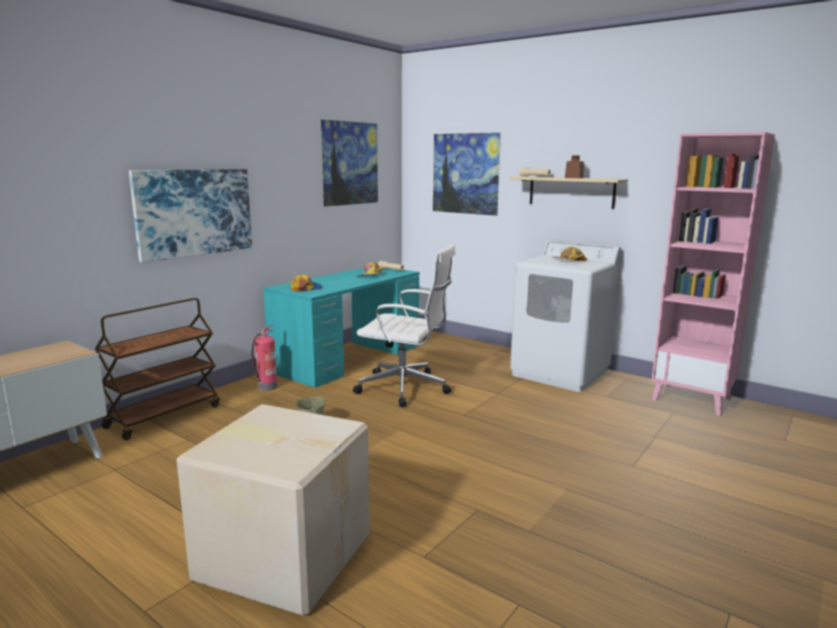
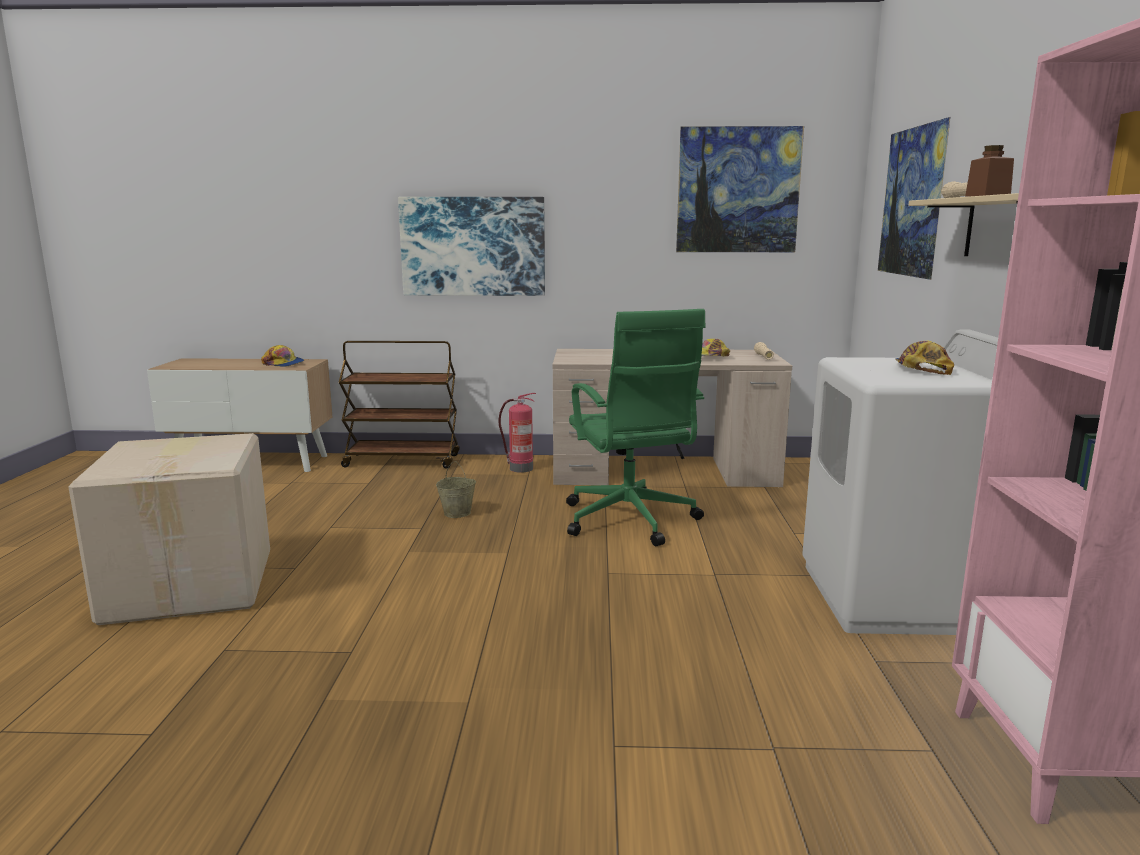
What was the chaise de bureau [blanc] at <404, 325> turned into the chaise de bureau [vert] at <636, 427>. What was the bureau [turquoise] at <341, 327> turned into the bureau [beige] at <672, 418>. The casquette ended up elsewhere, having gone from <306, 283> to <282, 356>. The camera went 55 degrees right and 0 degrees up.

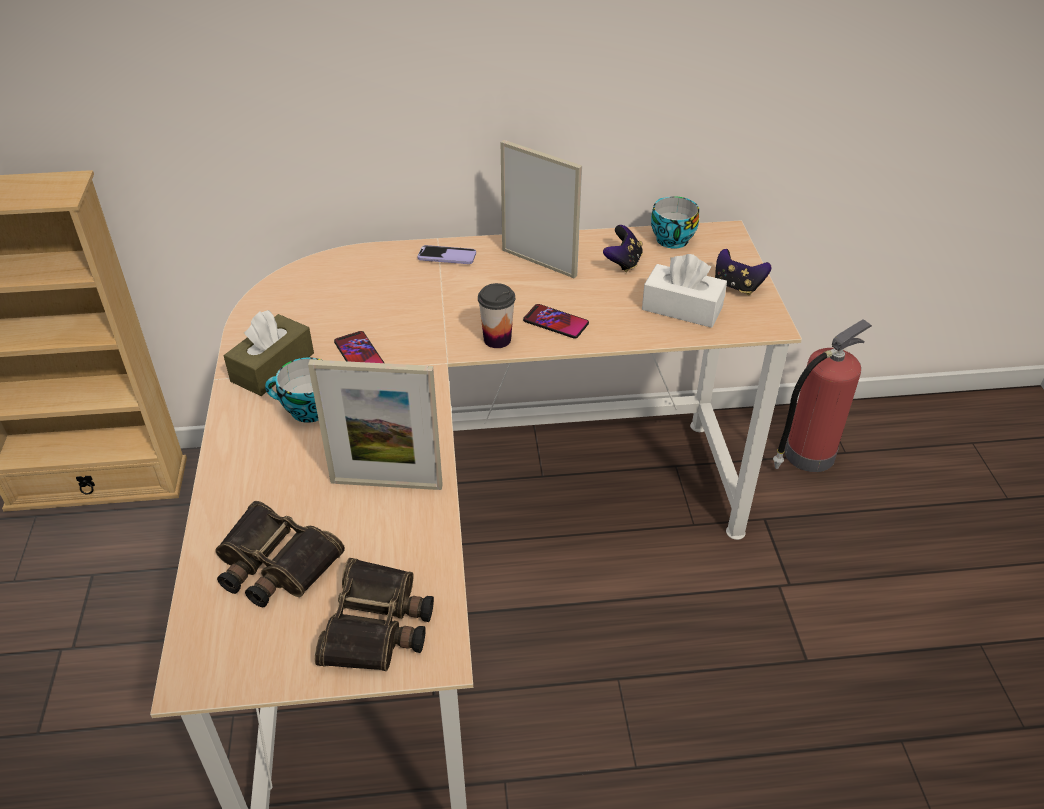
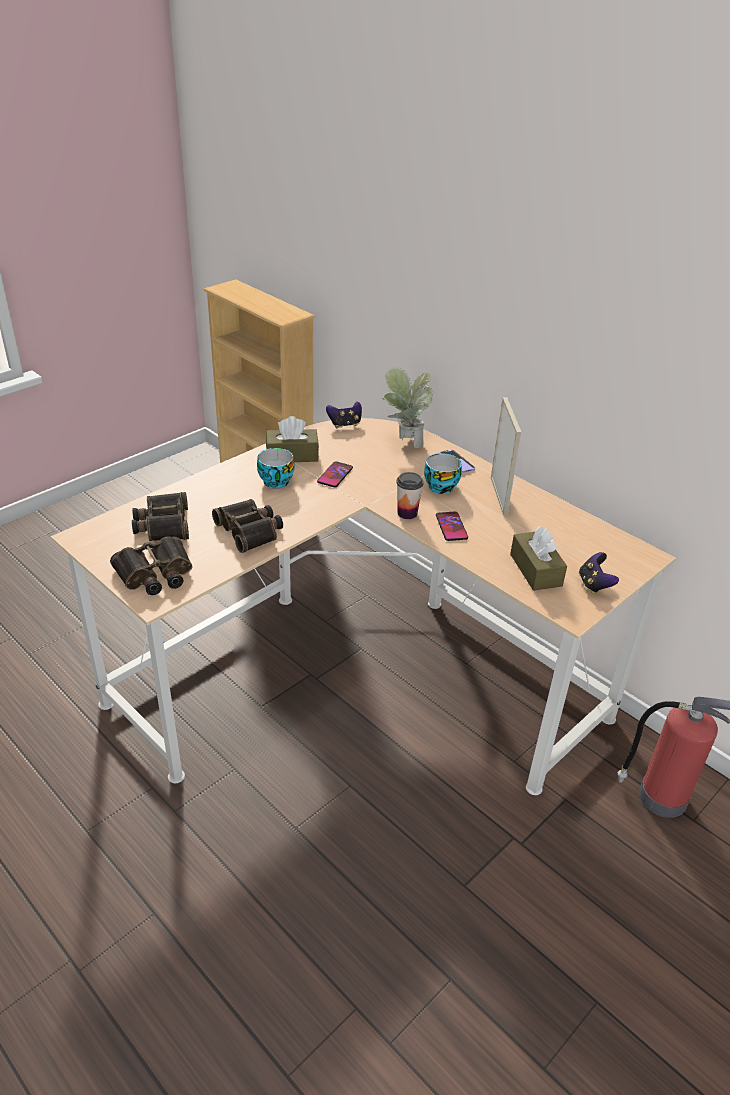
The tasse ended up elsewhere, having gone from <675, 222> to <443, 473>. The manette ended up elsewhere, having gone from <623, 249> to <344, 415>. What was the boîte à mouchoirs [blanc] at <684, 291> turned into the boîte à mouchoirs [marron] at <538, 558>. Where the cadre photo stood at <375, 424>, the jumelles came to stand at <247, 526>. The second view gained the plante en pot at <408, 407>. The camera went 50 degrees right and 5 degrees down.

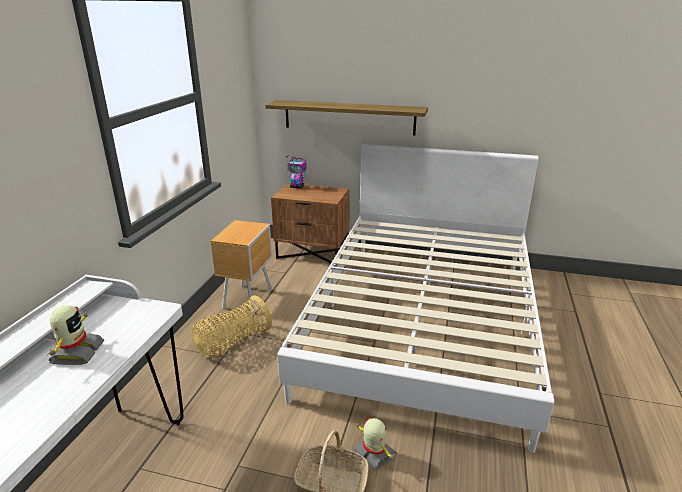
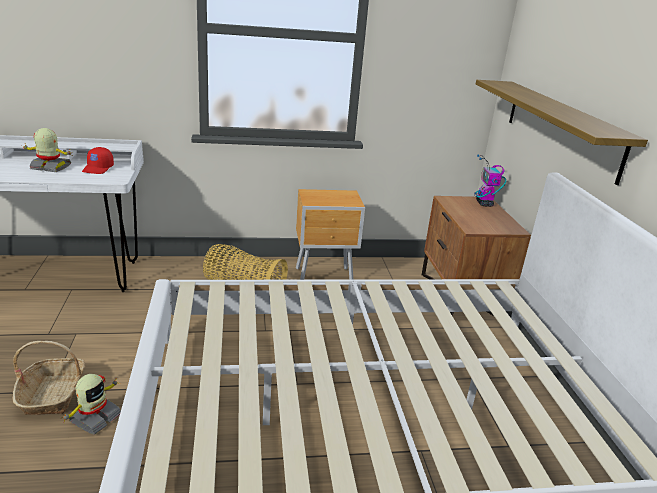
The robot jouet at <75, 335> ended up facing another way, 150 degrees counterclockwise from before. The second view gained the casquette [rouge] at <98, 160>. The camera went 65 degrees right and 0 degrees up.

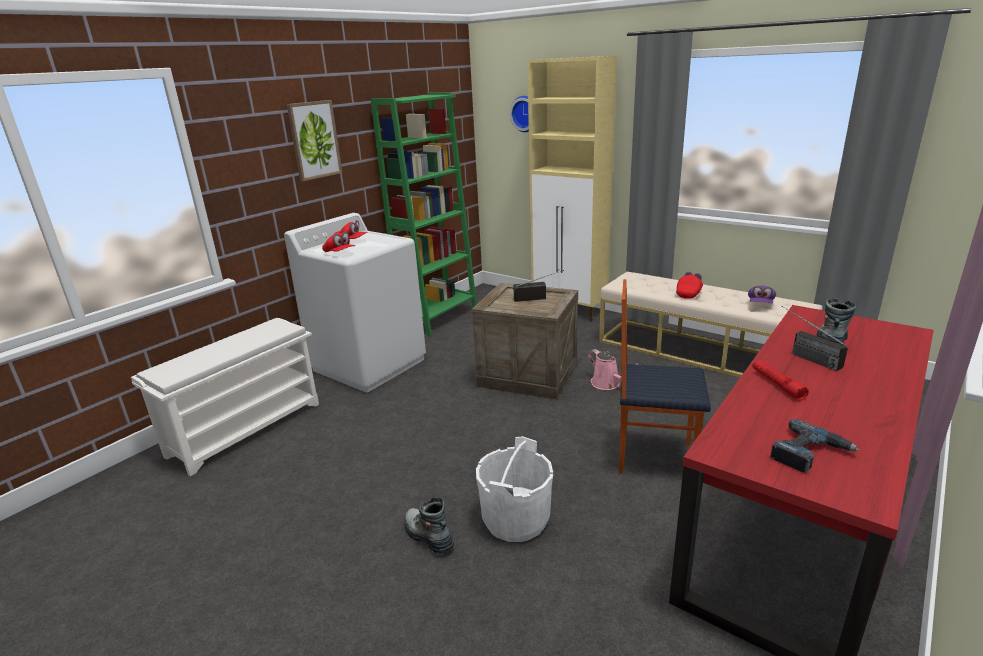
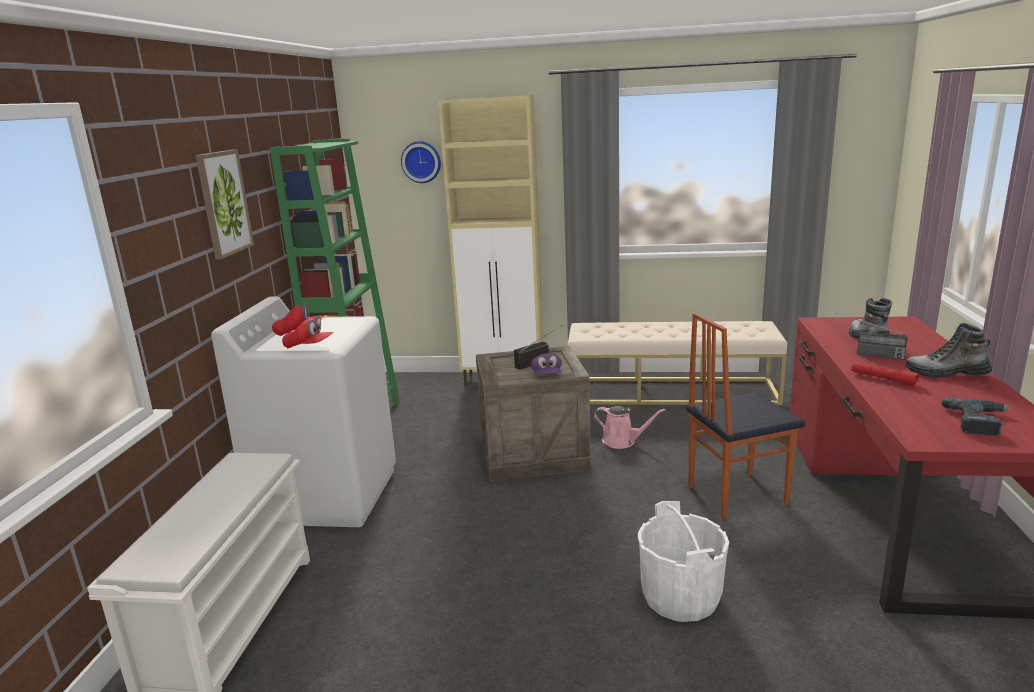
The second view lost the casquette [rouge] at <689, 285>. The casquette [violet] ended up elsewhere, having gone from <762, 294> to <546, 364>. The botte ended up elsewhere, having gone from <429, 525> to <948, 350>. The camera went 30 degrees left and 5 degrees down.

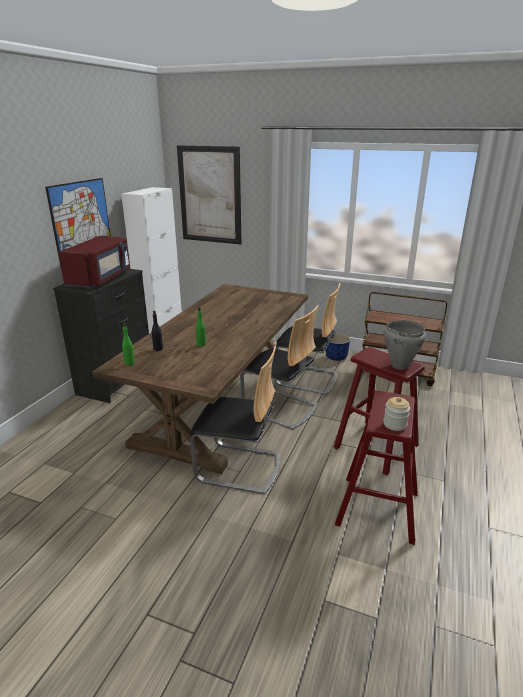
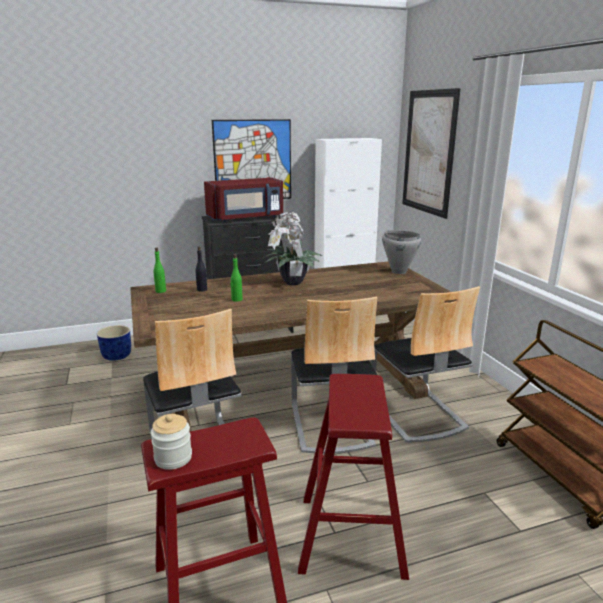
The marmite [gris] ended up elsewhere, having gone from <405, 345> to <401, 252>. The cache-pot [bleu] ended up elsewhere, having gone from <337, 347> to <114, 343>. The second view gained the plante en pot at <293, 248>. The camera went 50 degrees right and 5 degrees down.

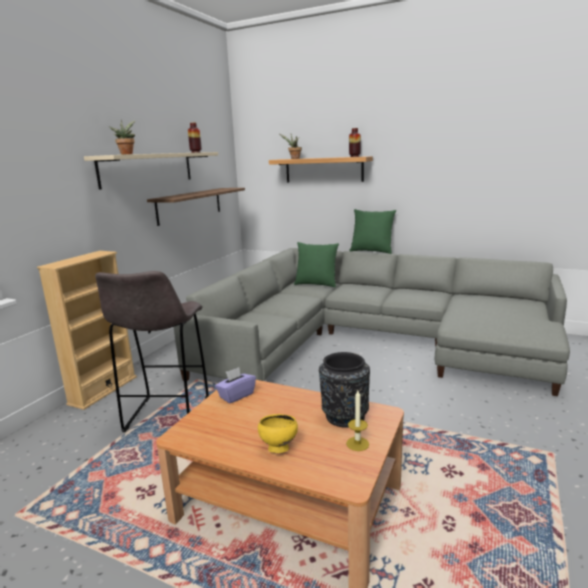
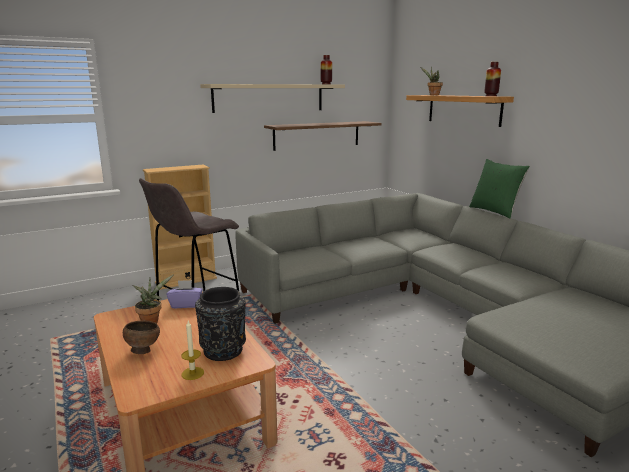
The plante en pot ended up elsewhere, having gone from <121, 137> to <152, 299>. The second view lost the coussin [vert] at <316, 264>. What was the bol [jaune] at <278, 433> turned into the bol [marron] at <141, 337>. The camera went 35 degrees right and 0 degrees up.

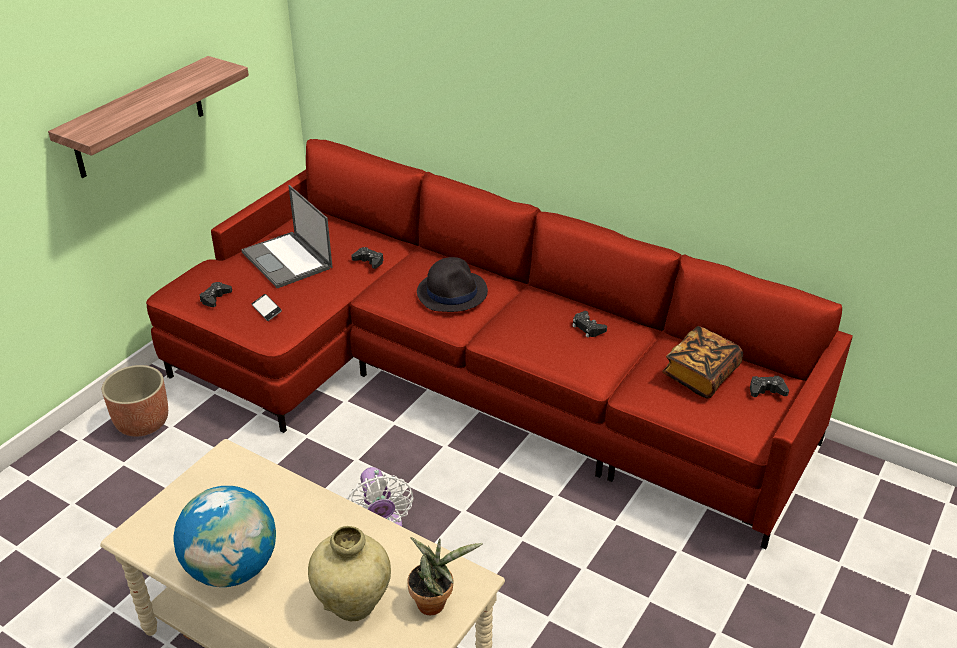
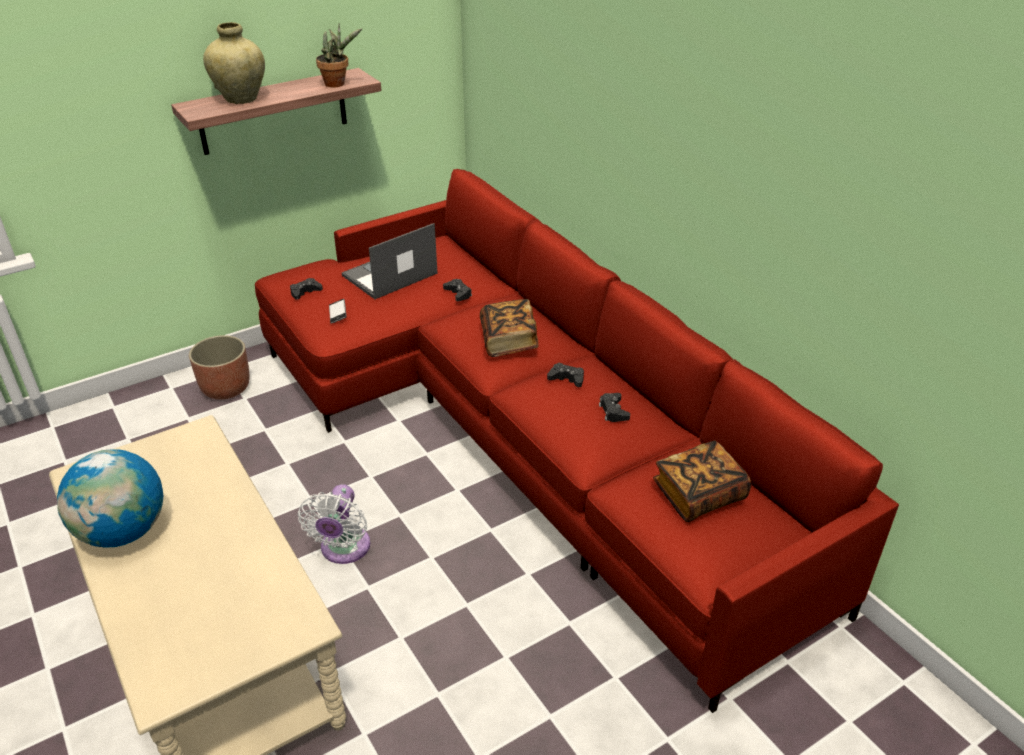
The ordinateur portable at <287, 236> ended up facing another way, 60 degrees clockwise from before. Where the chapeau [noir] stood at <452, 284>, the livre came to stand at <509, 328>. The manette [noir] ended up elsewhere, having gone from <769, 386> to <565, 375>. The vase [beige] ended up elsewhere, having gone from <349, 573> to <234, 63>. The plante en pot ended up elsewhere, having gone from <445, 576> to <339, 55>. The camera went 25 degrees right and 0 degrees up.

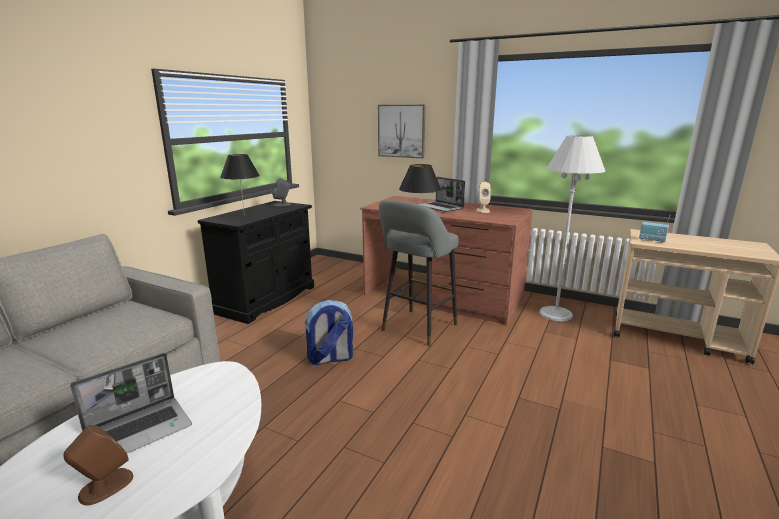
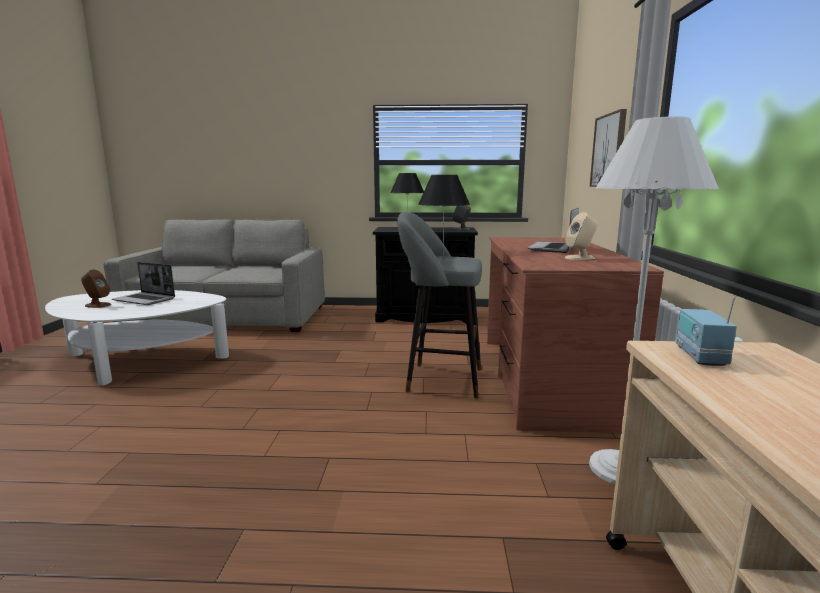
The second view lost the sac à dos at <328, 332>. The camera went 65 degrees right and 5 degrees down.

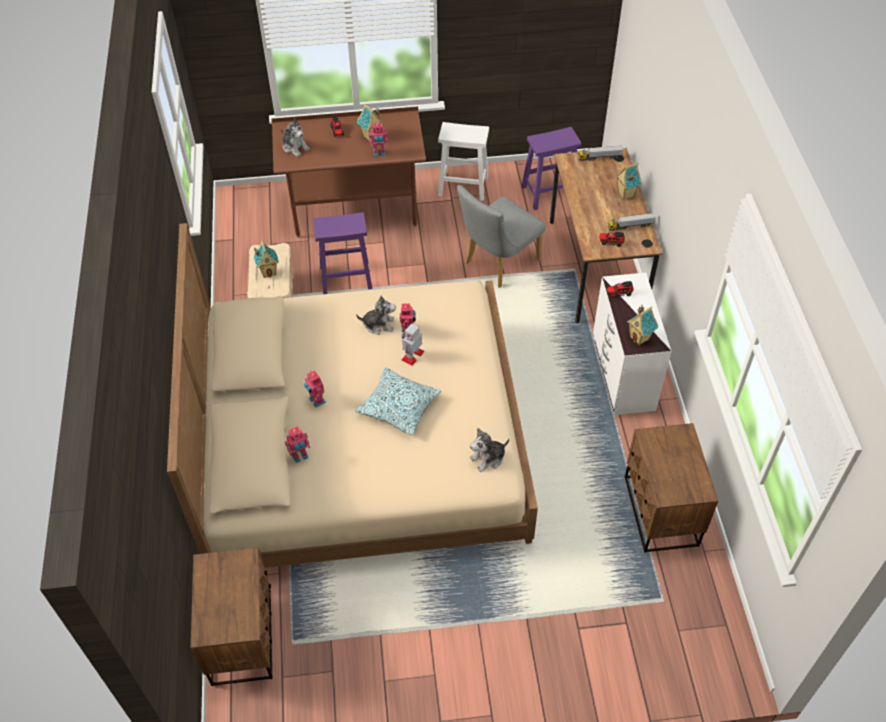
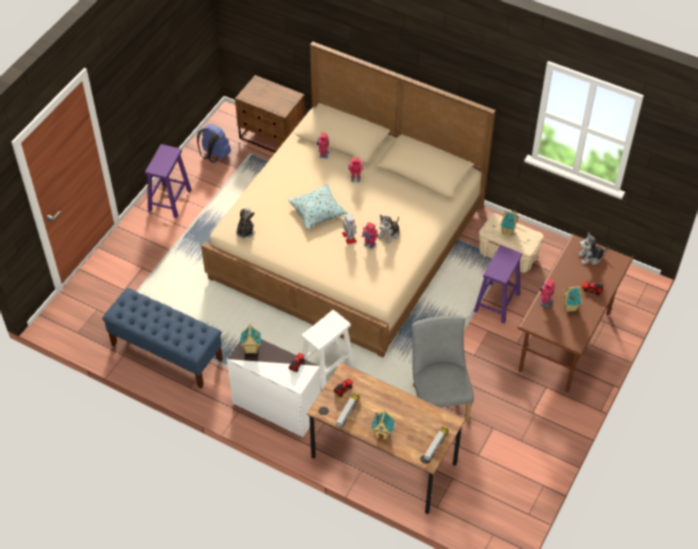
The tabouret [blanc] ended up elsewhere, having gone from <463, 161> to <327, 349>. The tabouret [violet] ended up elsewhere, having gone from <552, 168> to <168, 181>. Where the table de chevet [marron] stood at <671, 488>, the banc [bleu] came to stand at <162, 338>. The second view gained the sac à dos [bleu] at <214, 143>. The camera went 125 degrees right and 0 degrees up.

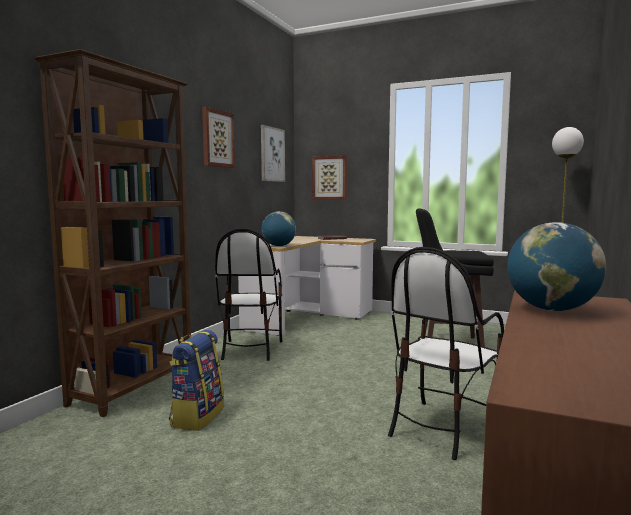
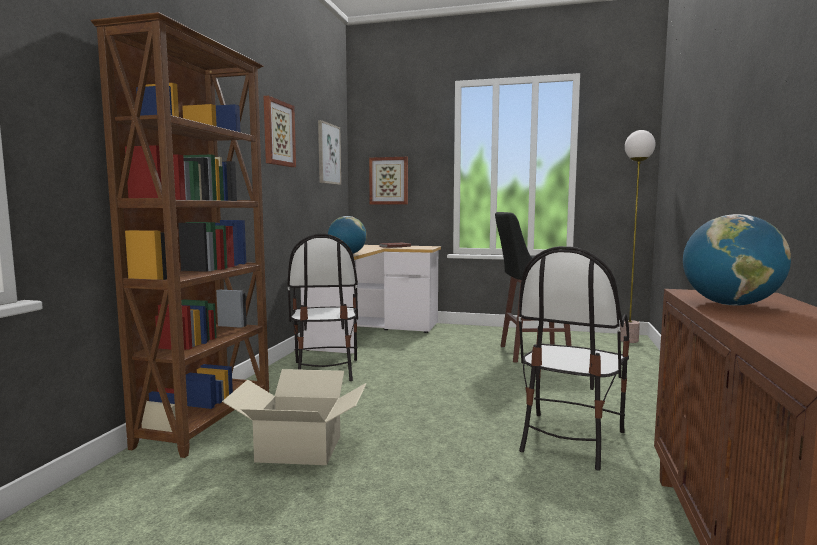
Where the sac à dos stood at <196, 380>, the carton came to stand at <294, 417>. The camera went 10 degrees left and 0 degrees up.

